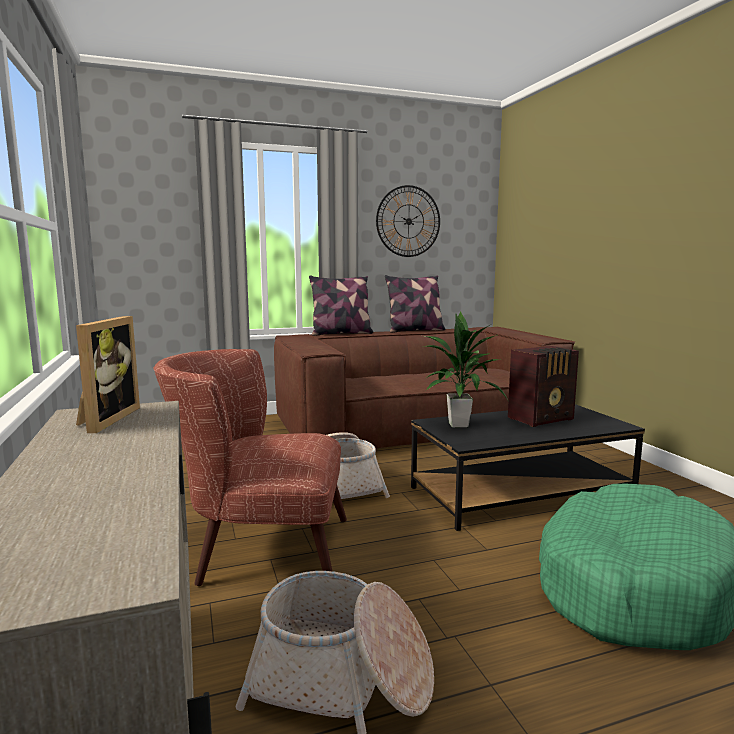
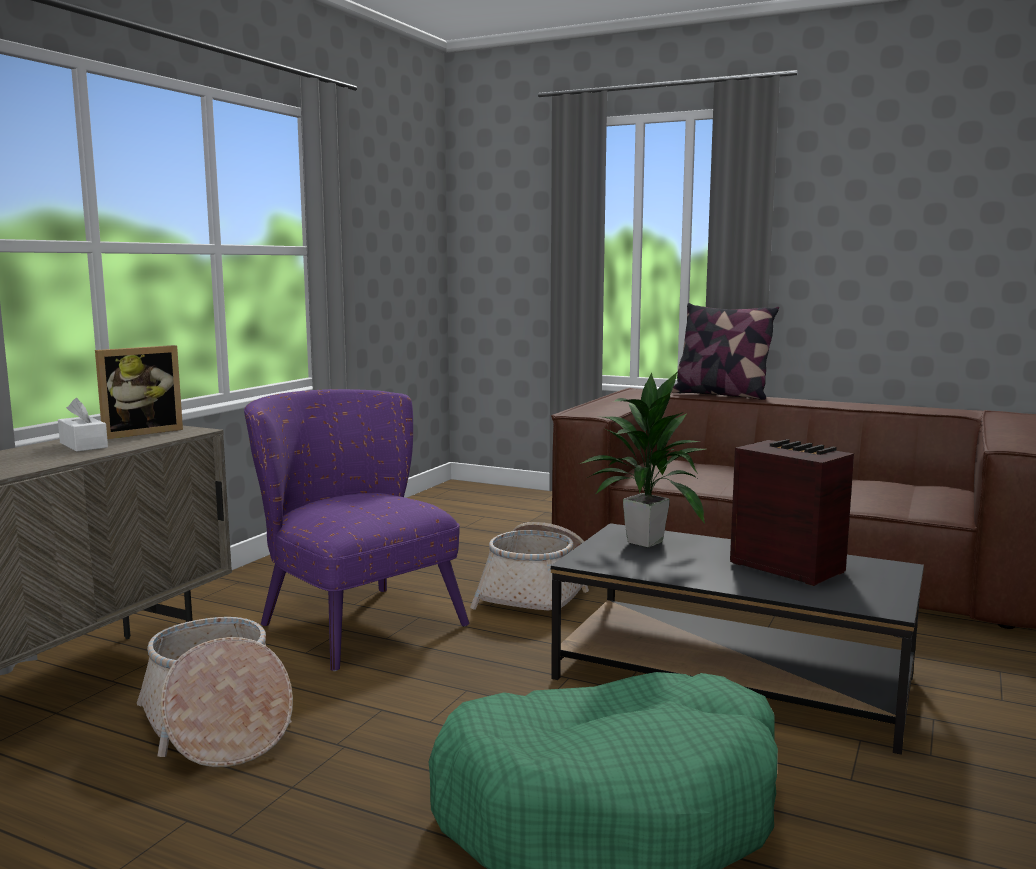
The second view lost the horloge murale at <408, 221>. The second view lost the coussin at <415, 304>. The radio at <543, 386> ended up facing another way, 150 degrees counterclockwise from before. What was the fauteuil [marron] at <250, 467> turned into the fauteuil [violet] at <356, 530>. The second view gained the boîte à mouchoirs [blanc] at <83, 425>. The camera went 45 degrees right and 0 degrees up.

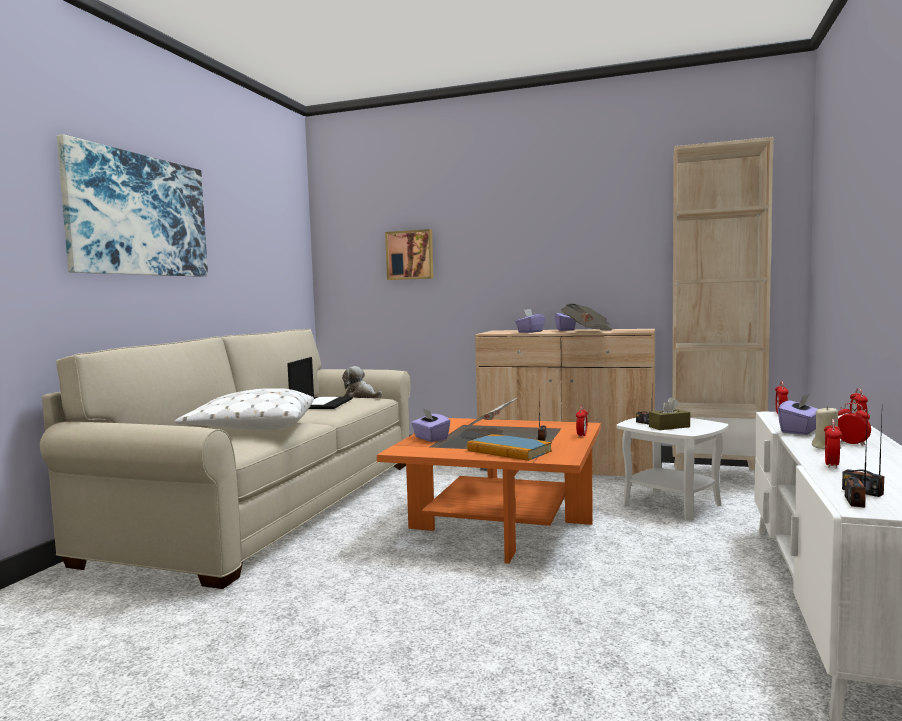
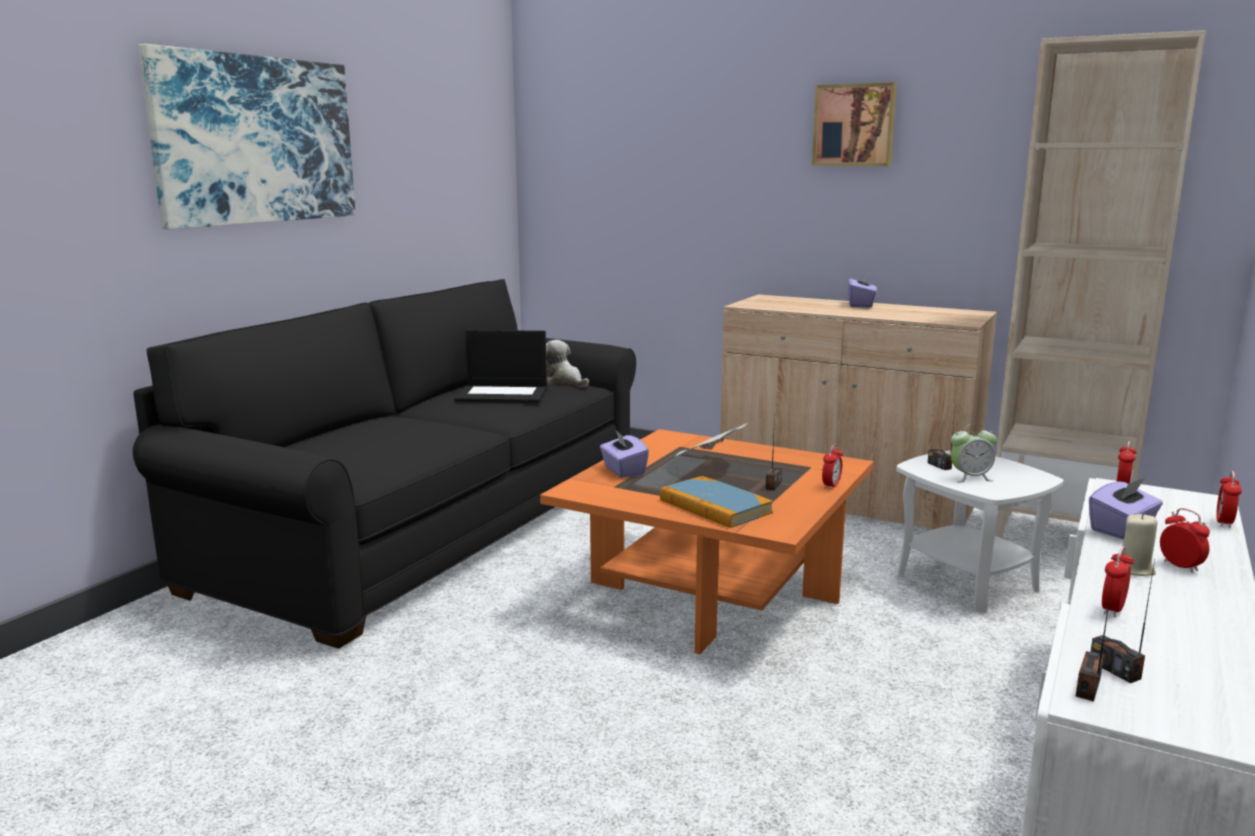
The tableau ended up elsewhere, having gone from <409, 254> to <854, 124>. The second view lost the journal at <587, 317>. The second view lost the boîte à mouchoirs [violet] at <530, 321>. What was the canapé [beige] at <225, 459> turned into the canapé [noir] at <384, 464>. The ordinateur portable at <320, 383> ended up facing another way, 75 degrees clockwise from before. The second view lost the coussin [blanc] at <244, 409>. Where the boîte à mouchoirs [marron] stood at <669, 413>, the réveil came to stand at <974, 453>. The camera went 10 degrees right and 10 degrees up.

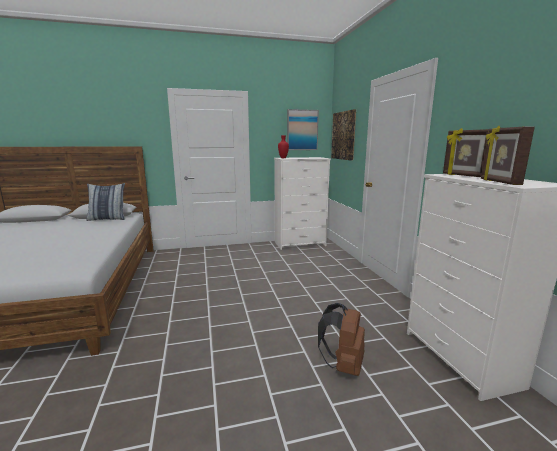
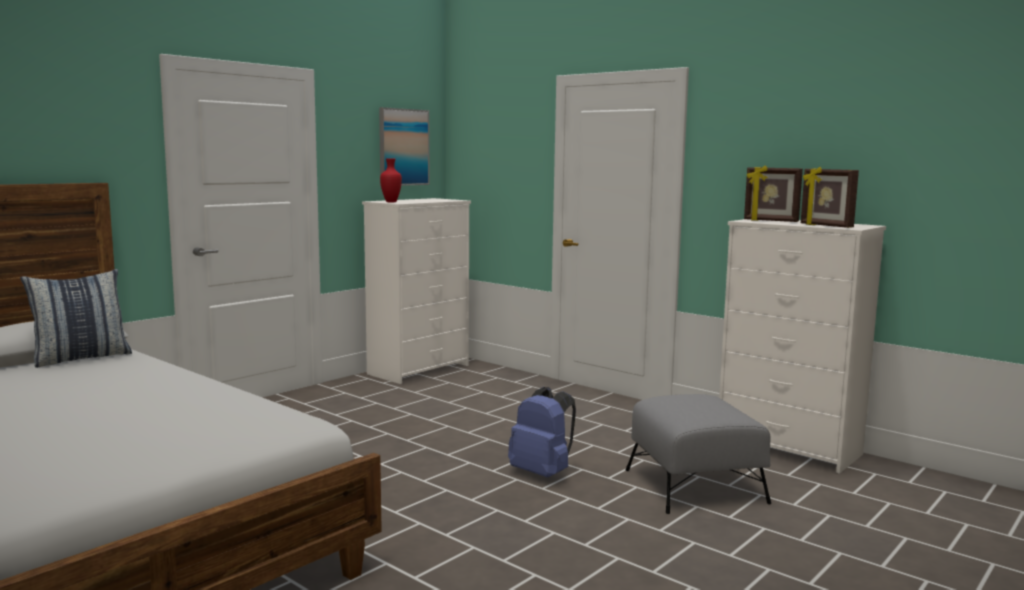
The second view lost the tableau at <343, 134>. Where the sac à dos [marron] stood at <341, 339>, the pouf [gris] came to stand at <698, 454>. The second view gained the sac à dos [bleu] at <542, 432>. The camera went 35 degrees left and 5 degrees down.

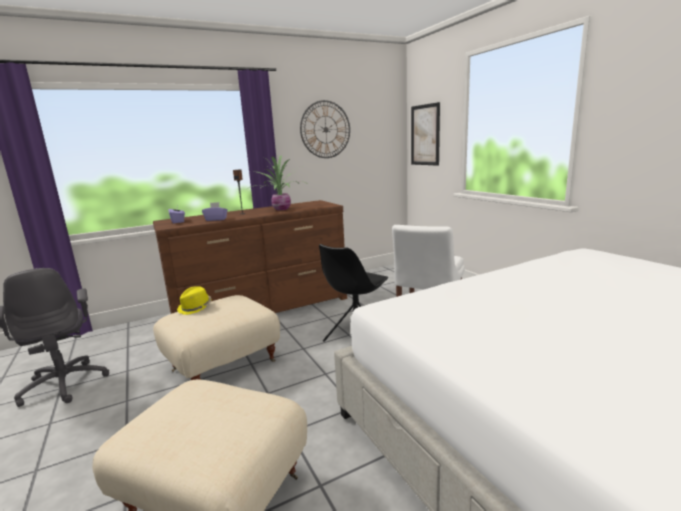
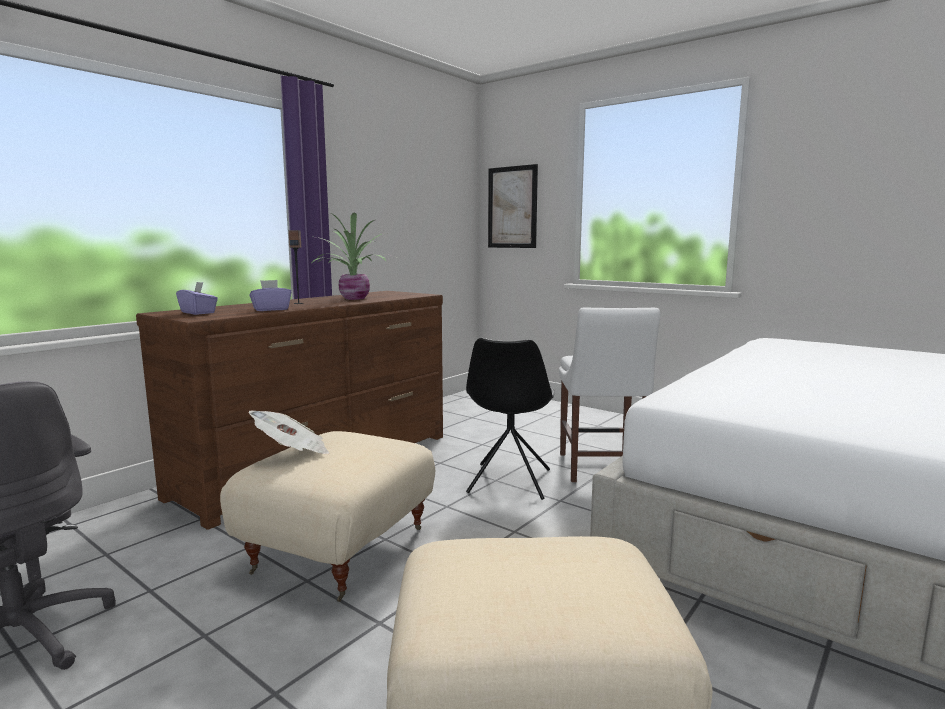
The second view lost the horloge murale at <325, 129>. Where the chapeau [jaune] stood at <194, 300>, the journal came to stand at <288, 432>. The camera went 25 degrees left and 5 degrees down.

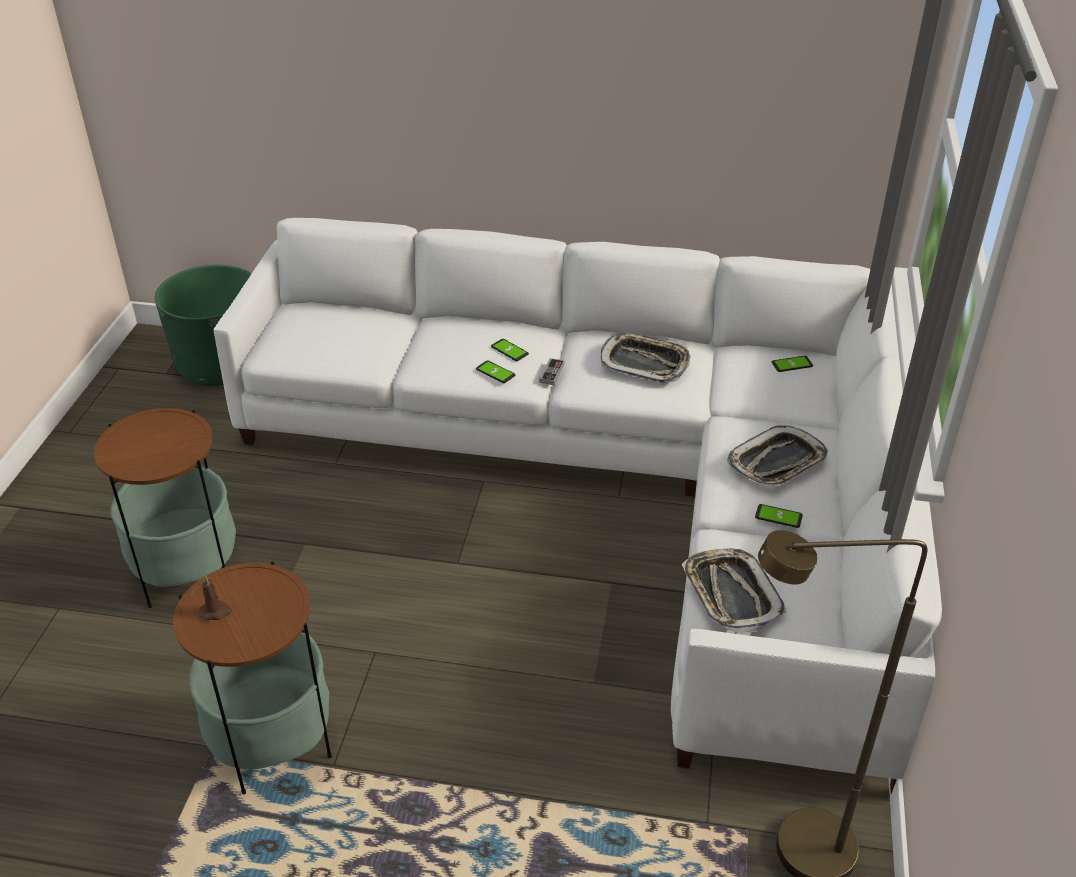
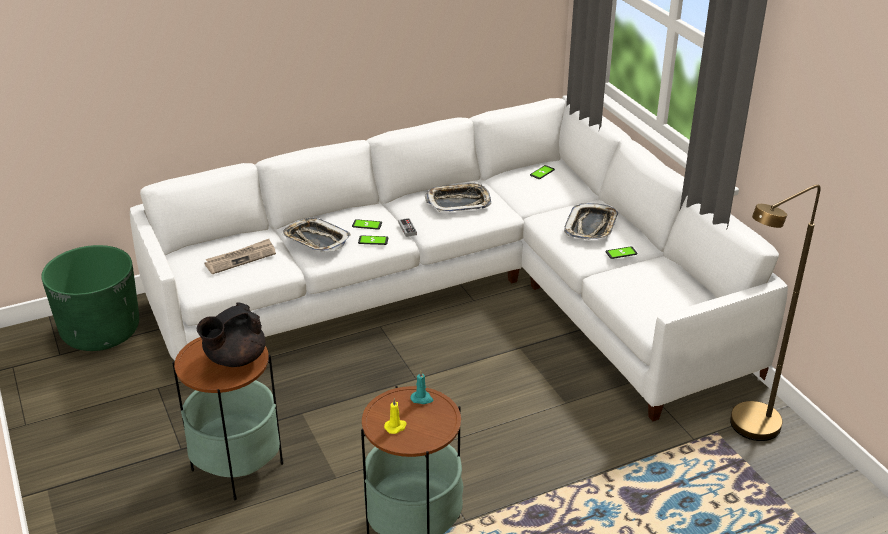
The plateau ended up elsewhere, having gone from <733, 591> to <316, 235>. What was the bougie [marron] at <215, 598> turned into the bougie [jaune] at <395, 416>. The second view gained the journal at <240, 256>. The second view gained the théière [noir] at <231, 334>. The second view gained the bougie [turquoise] at <422, 387>. The camera went 35 degrees left and 5 degrees down.

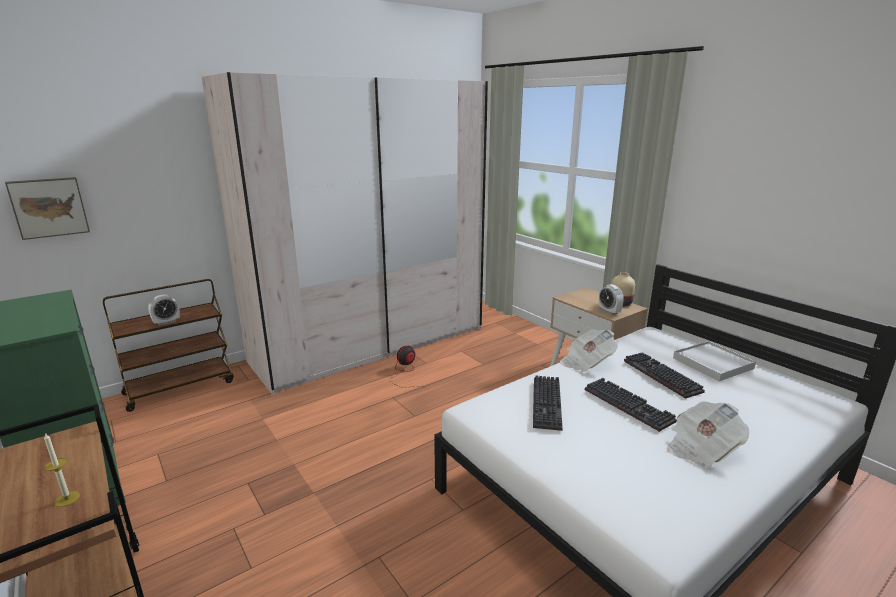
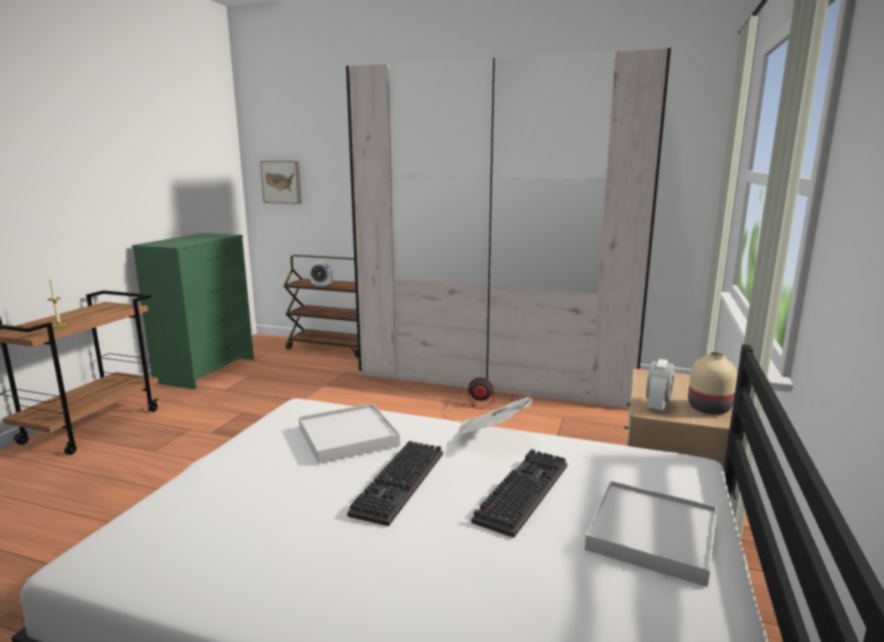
Where the clavier stood at <548, 403>, the plateau [blanc] came to stand at <349, 433>. The second view lost the journal at <708, 434>. The camera went 55 degrees right and 5 degrees down.

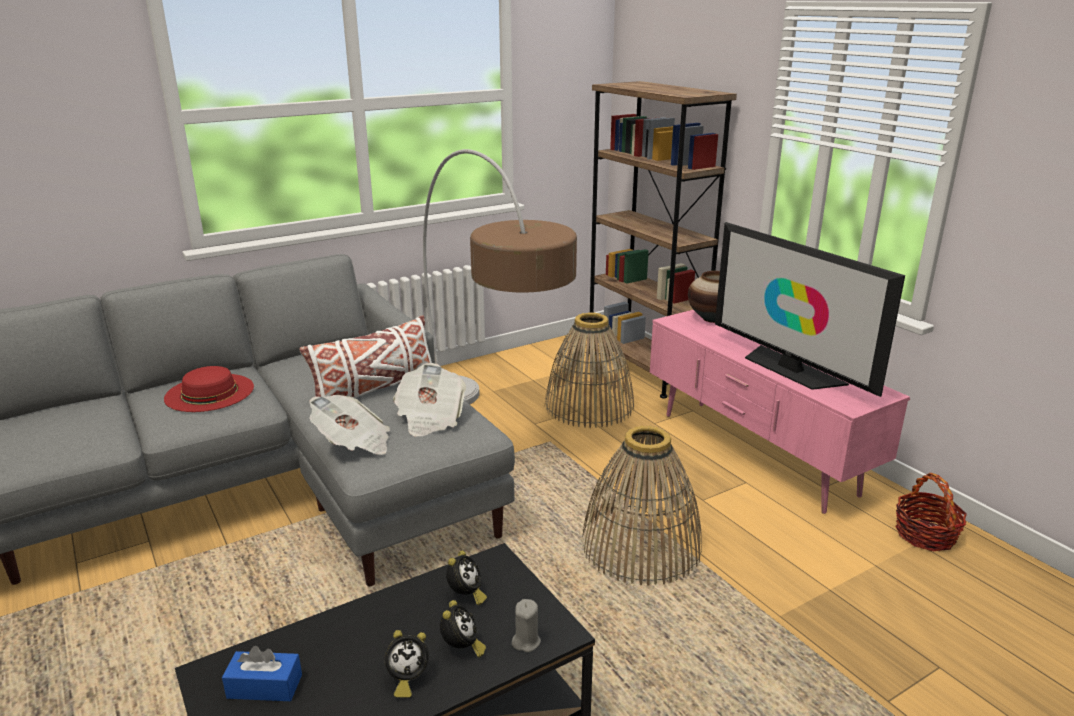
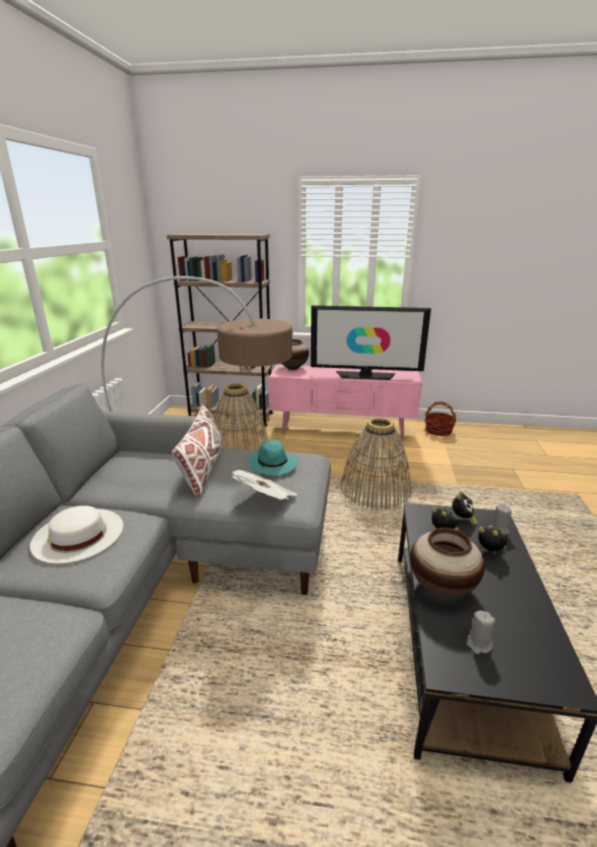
Where the journal stood at <429, 400>, the chapeau [turquoise] came to stand at <273, 457>. What was the chapeau [rouge] at <209, 389> turned into the chapeau [blanc] at <76, 535>. The réveil ended up elsewhere, having gone from <406, 664> to <464, 508>. Where the boîte à mouchoirs [bleu] stood at <262, 673>, the bougie [gris] came to stand at <481, 632>. The second view gained the vase at <447, 562>. The camera went 50 degrees left and 0 degrees up.

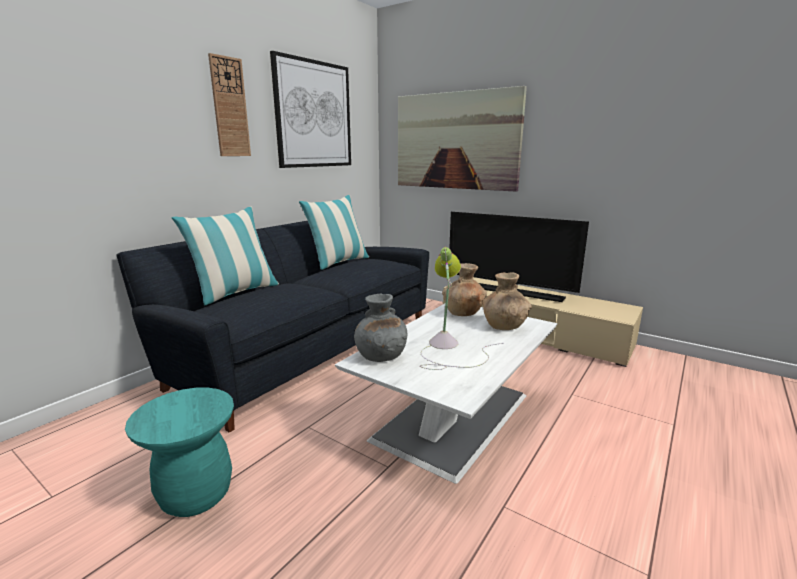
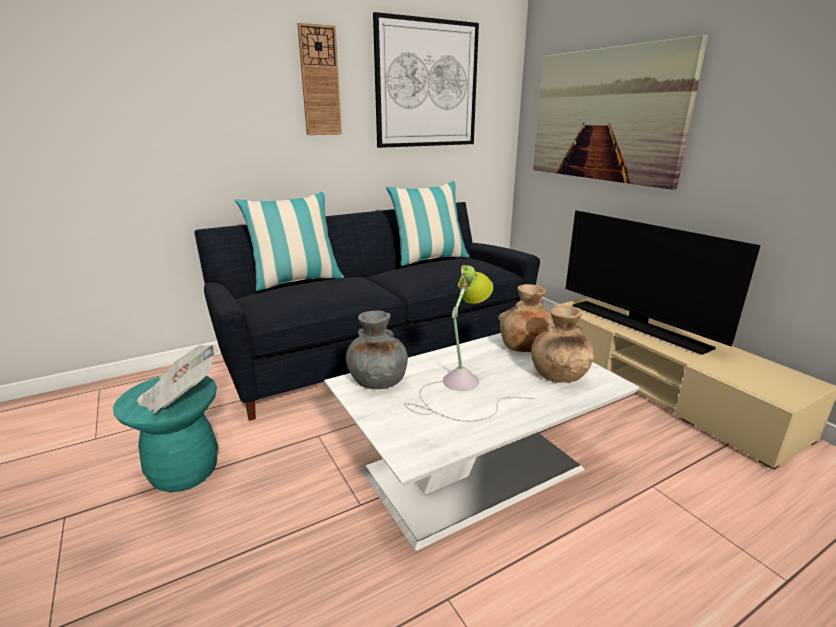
The second view gained the journal at <177, 379>. The camera went 25 degrees right and 5 degrees up.

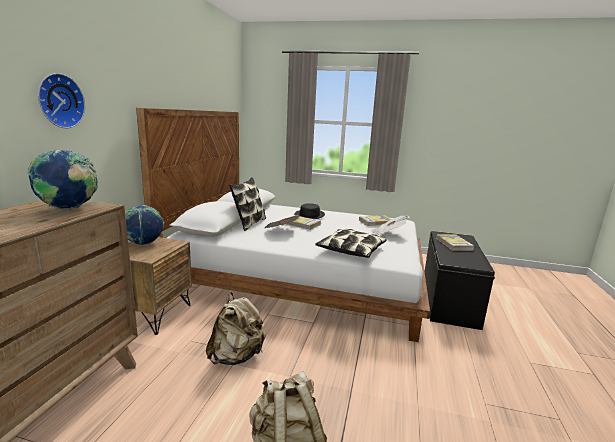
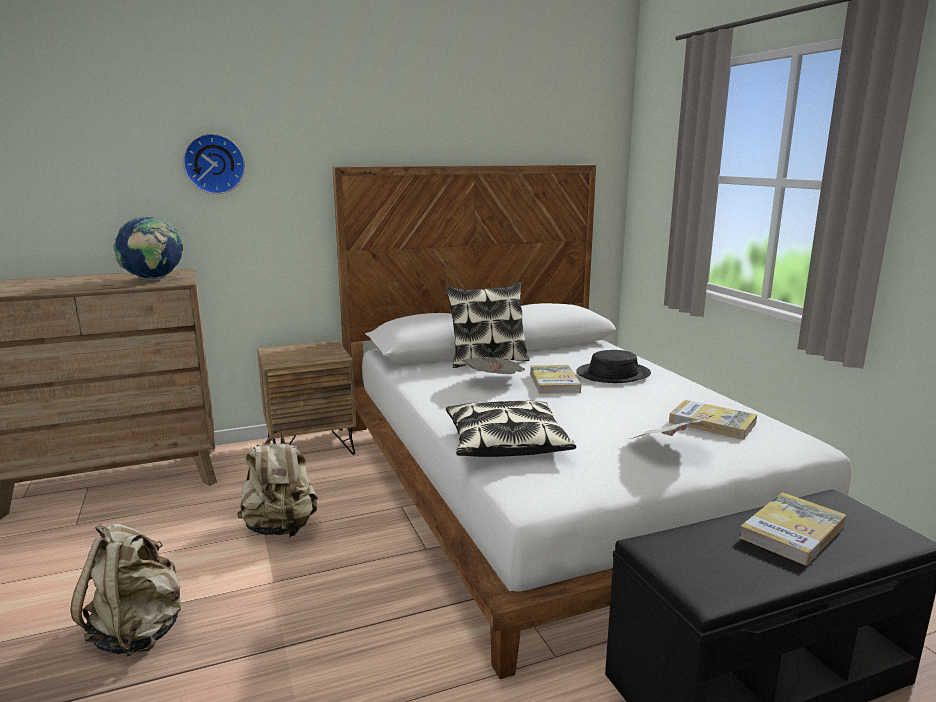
The second view lost the globe at <144, 225>. The camera went 55 degrees right and 0 degrees up.

